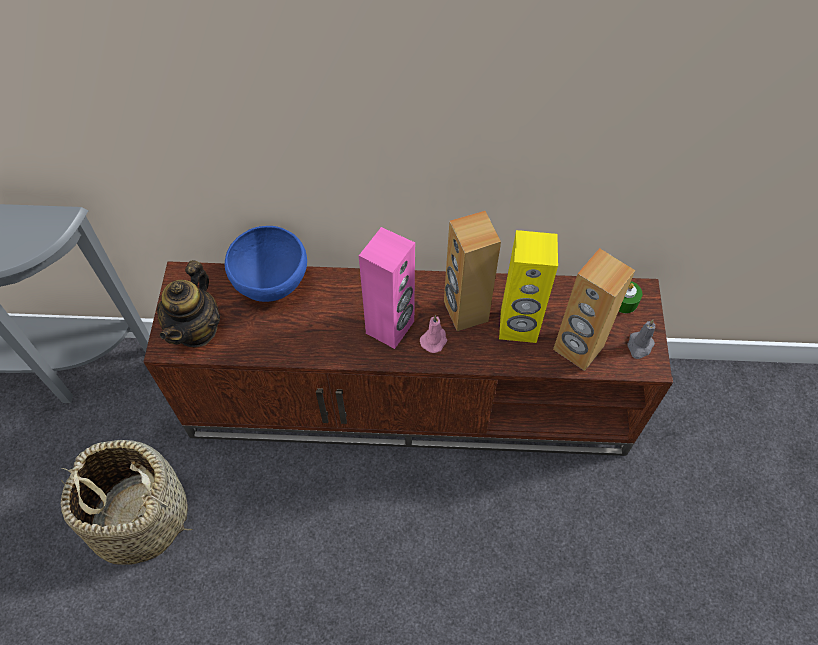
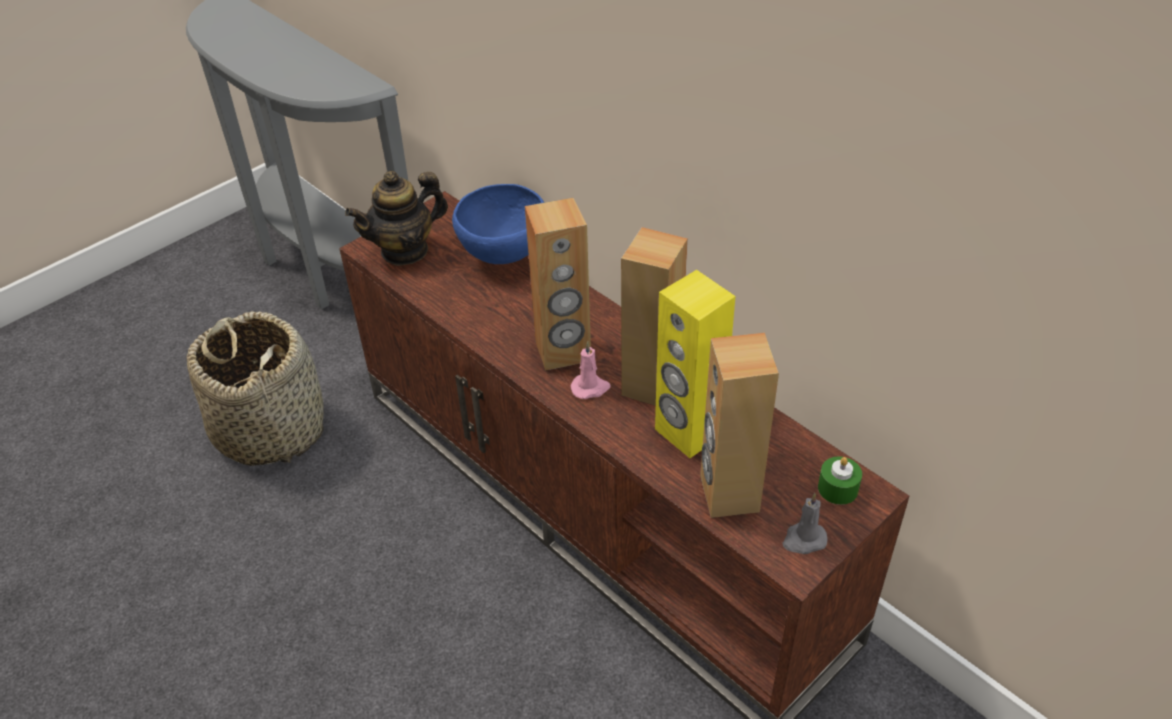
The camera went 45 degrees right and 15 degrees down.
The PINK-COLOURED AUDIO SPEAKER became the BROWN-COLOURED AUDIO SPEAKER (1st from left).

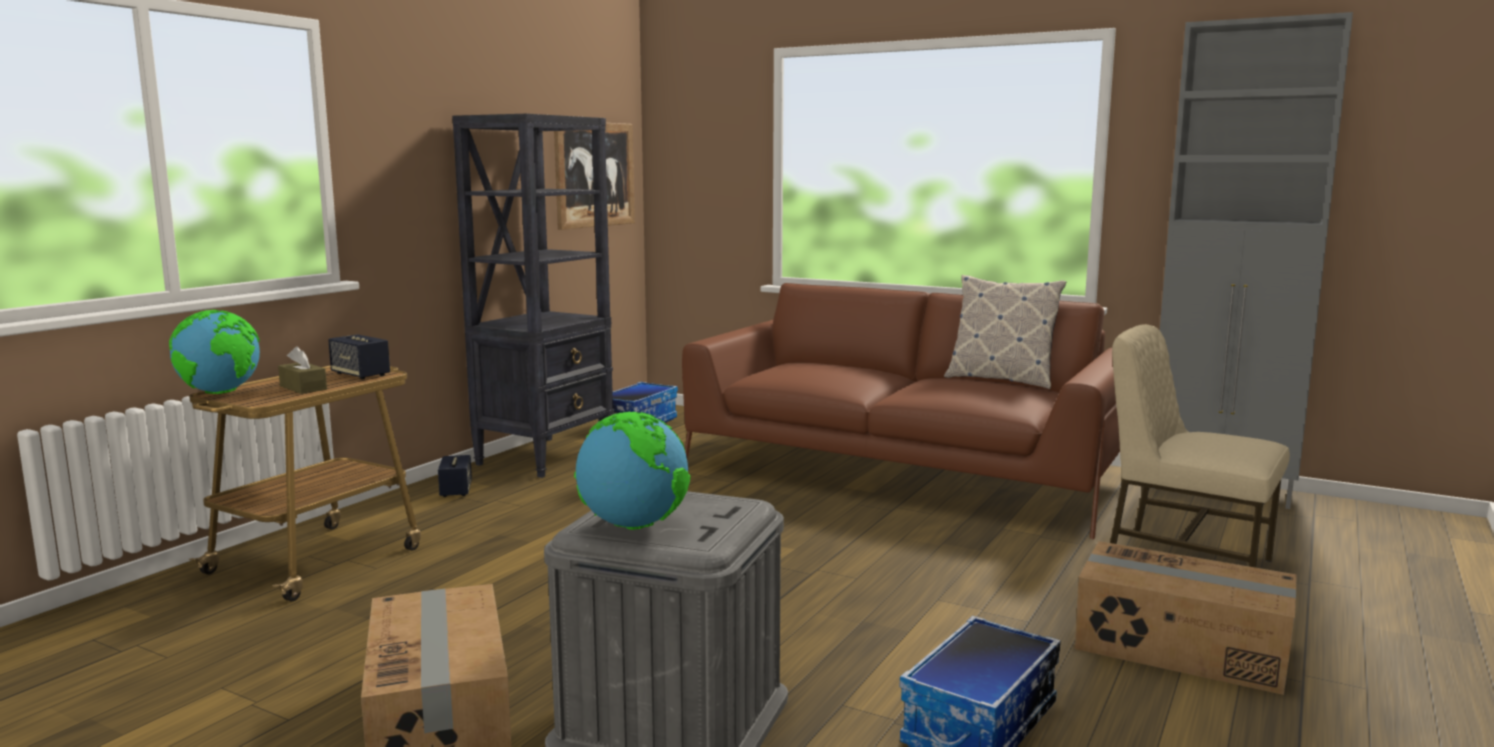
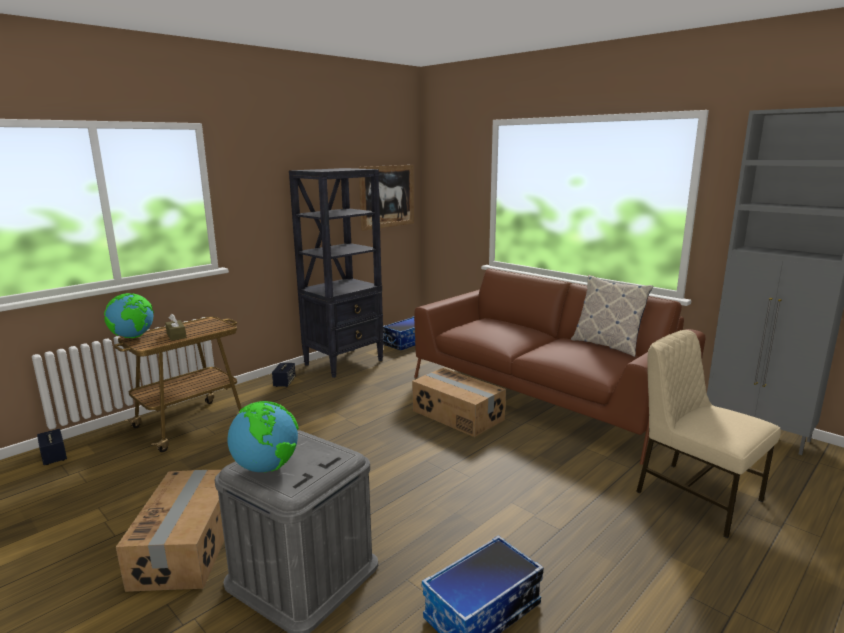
The camera went 15 degrees right and 5 degrees up.
The AUDIO SPEAKER (1st from left) moved.
The CARTON (2nd from left) moved.

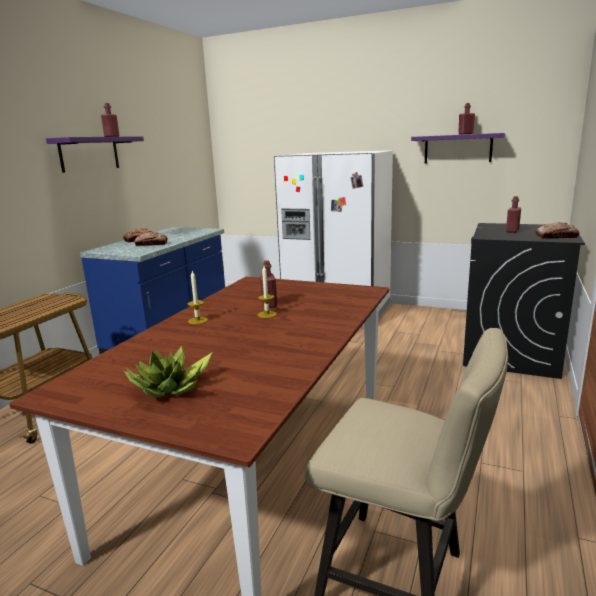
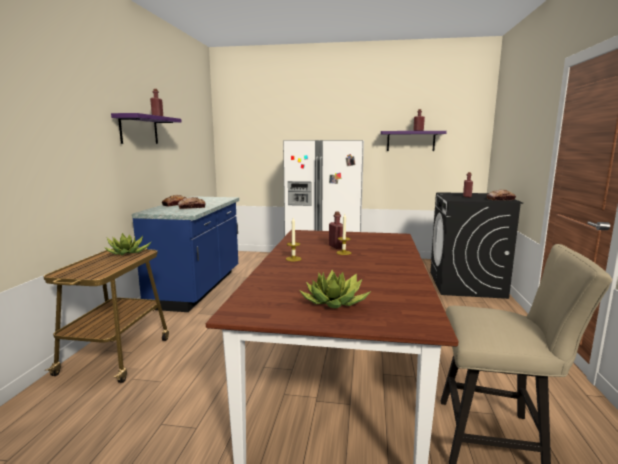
The camera went 15 degrees left and 5 degrees down.
The PLANT IN A POT (1st from left) appeared.

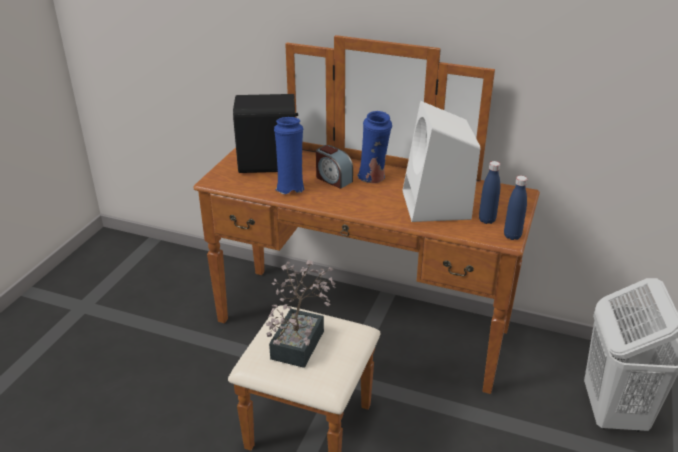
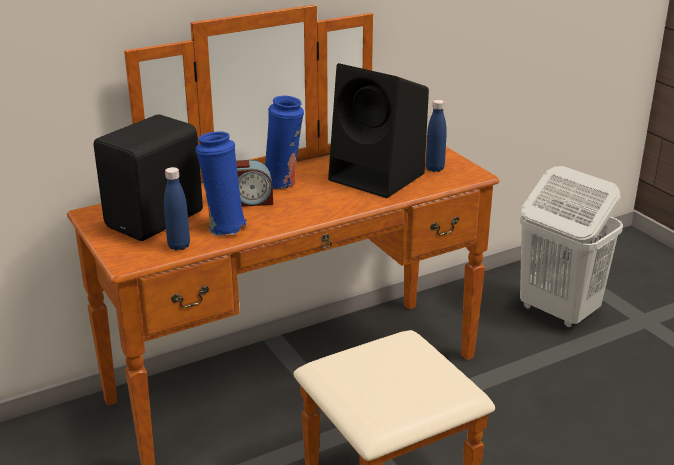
The camera went 50 degrees left and 5 degrees down.
The PLANT IN A POT disappeared.
The WHITISH AUDIO SPEAKER became the BLACKISH AUDIO SPEAKER (2nd from left).
The BLUE-COLOURED BEVERAGE BOTTLE (2nd from left in the first image) moved.

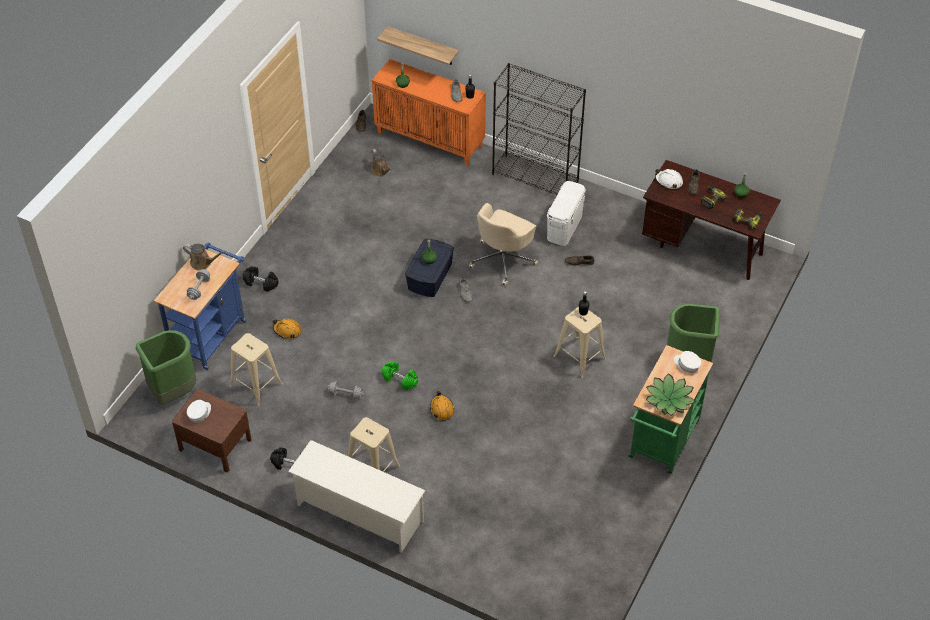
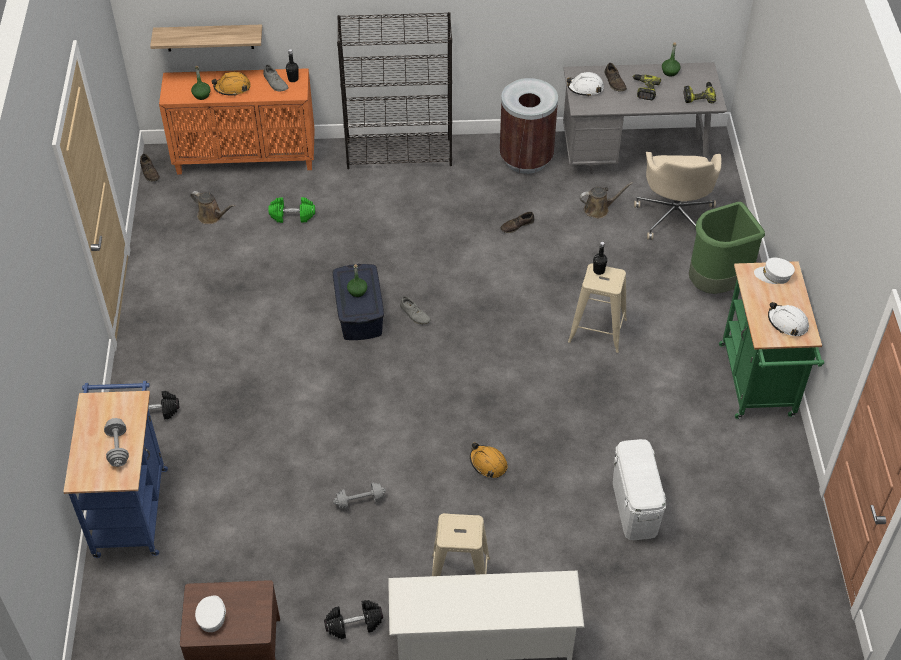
The camera went 30 degrees left and 0 degrees up.
The GREEN RUBBISH BIN (1st from left) disappeared.
The BROWN-COLOURED WATERING POT (1st from left in the first image) moved.
The BEIGE STOOL (1st from left) disappeared.
The ORANGEY SAFETY HELMET (1st from left) moved.
The GREEN DUMBBELL moved.
The BEIGE COMPUTER CHAIR moved.
The WHITISH STORAGE BIN moved.
The BROWN-COLOURED DESK TABLE became the GREY DESK TABLE.
The PLANT IN A POT was replaced by the WHITISH SAFETY HELMET (2nd from left).
The BROWN-COLOURED RUBBISH BIN appeared.

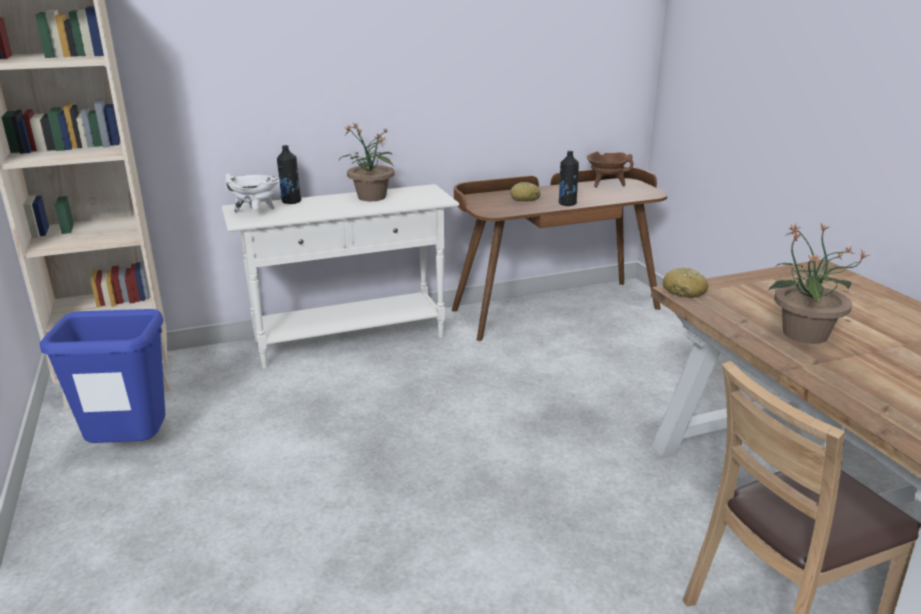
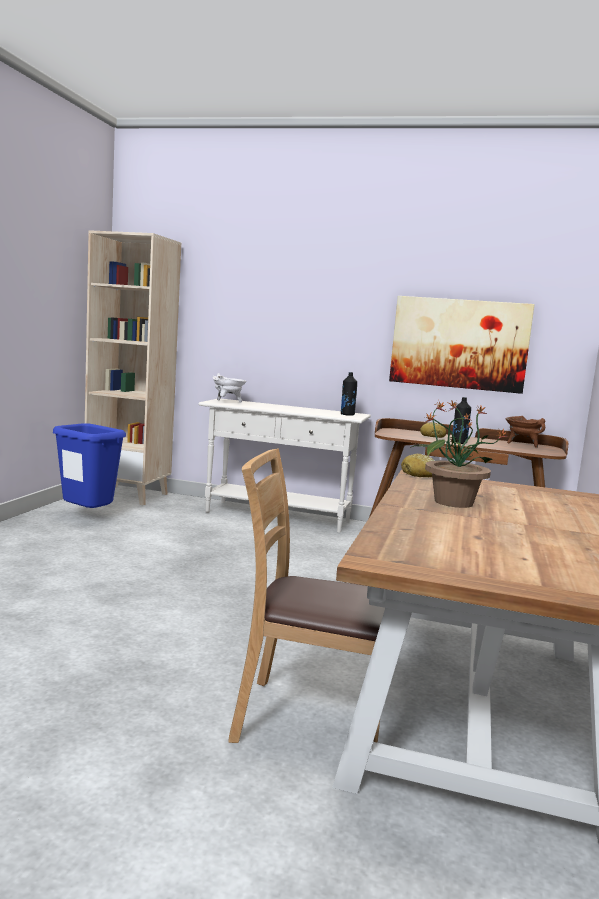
The camera went 35 degrees right and 15 degrees down.
The BLACKISH BEVERAGE BOTTLE (1st from left) moved.
The PLANT IN A POT (1st from left) disappeared.
The WALL PICTURE appeared.

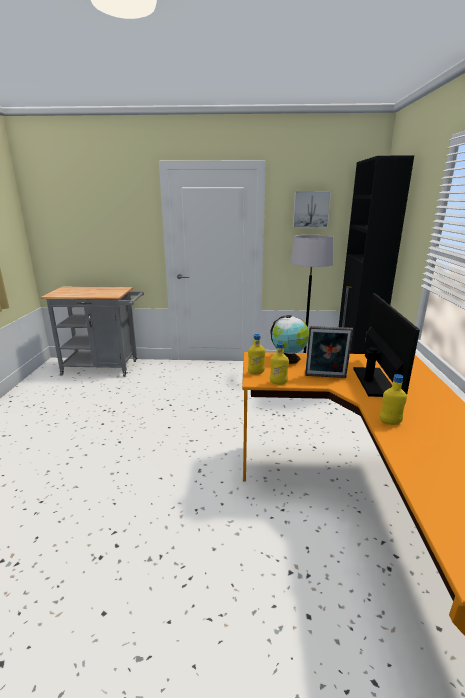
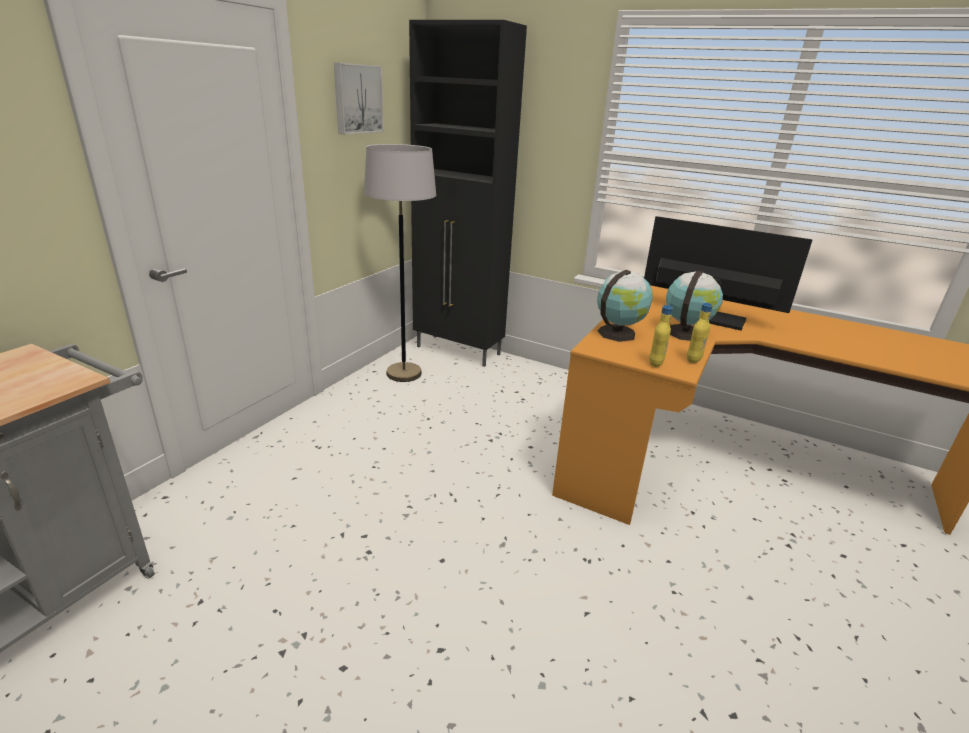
The camera went 65 degrees left and 5 degrees up.
The PHOTO FRAME was replaced by the DESK GLOBE (2nd from left).
The YELLOW BEVERAGE BOTTLE (3rd from left) disappeared.

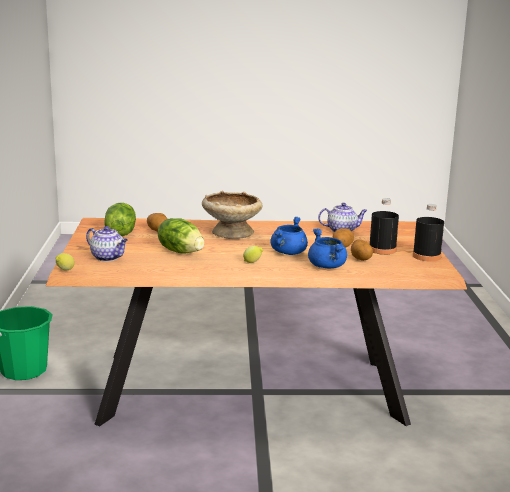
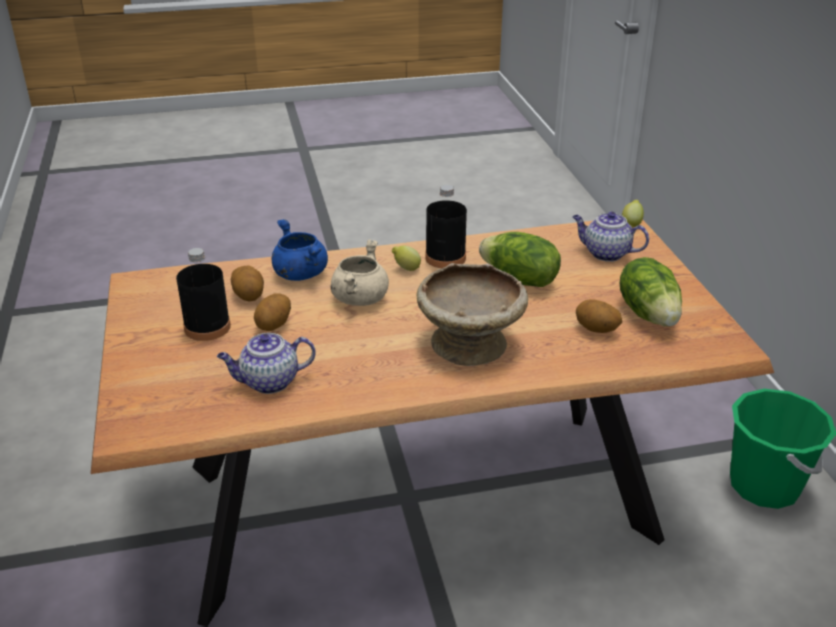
The camera went 170 degrees right and 15 degrees up.
The BLUE-COLOURED COOKING POT (1st from left) became the BEIGE COOKING POT.
The BLACKISH BEVERAGE BOTTLE (2nd from left) moved.

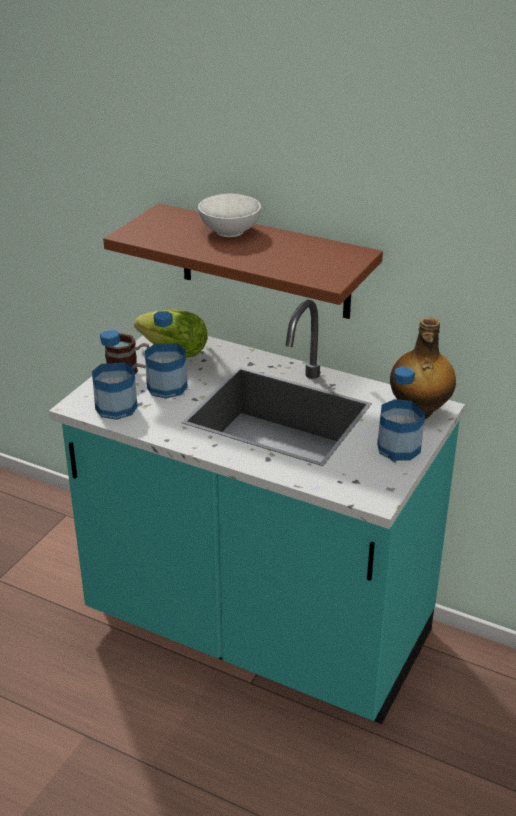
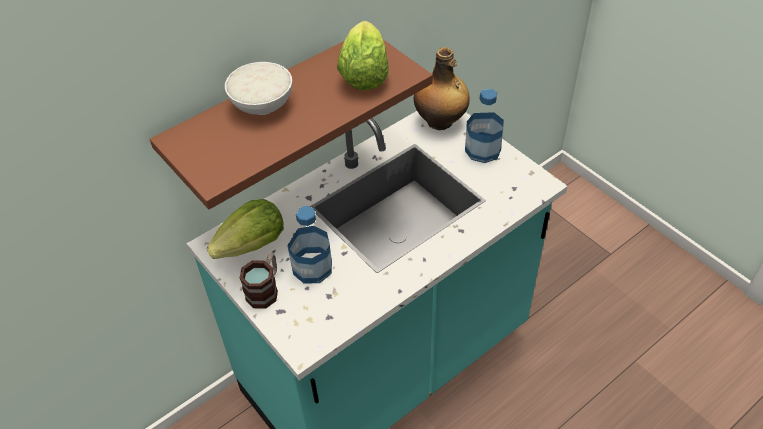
The camera went 65 degrees left and 15 degrees up.
The BEVERAGE BOTTLE (1st from left) disappeared.
The LETTUCE HEAD (2nd from left) appeared.

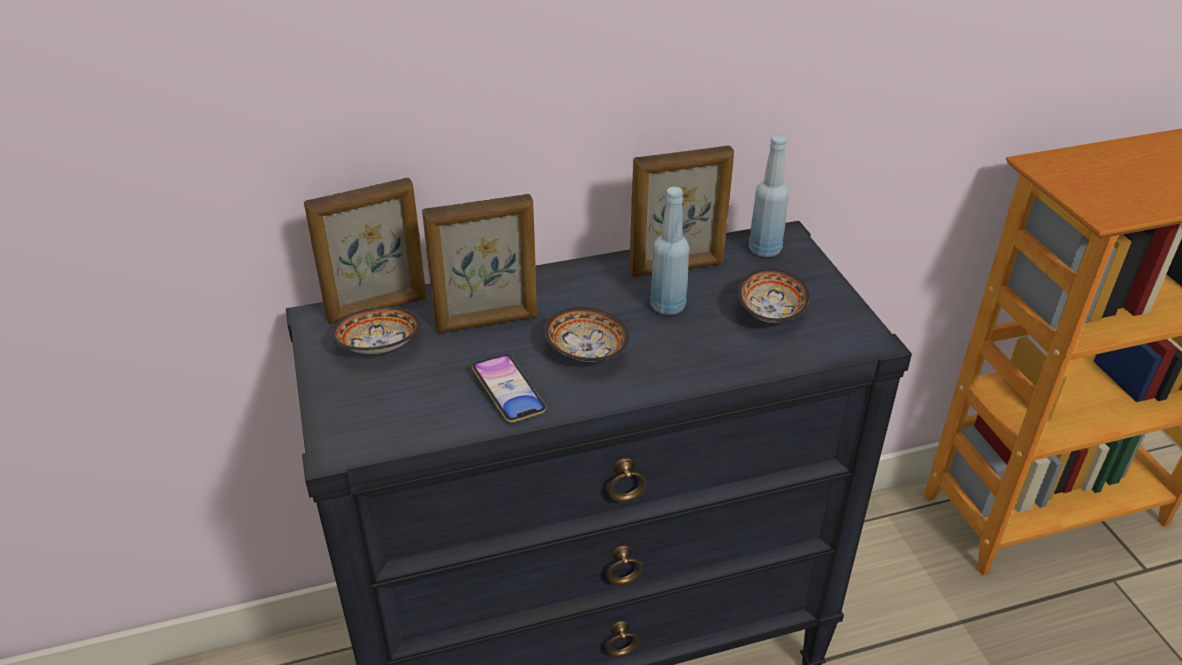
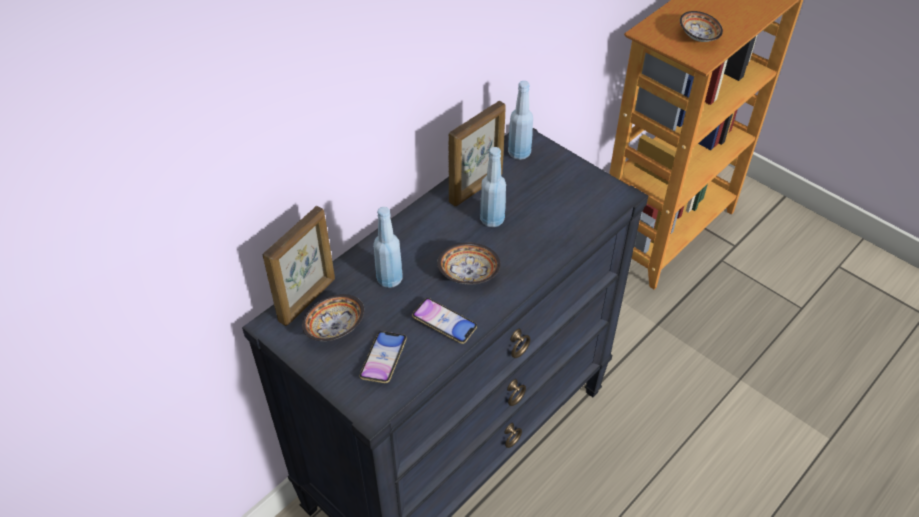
The camera went 30 degrees left and 10 degrees up.
The PHOTO FRAME (2nd from left) was replaced by the BLUE-COLOURED BEVERAGE BOTTLE (1st from left).
The SERVING BOWL (3rd from left) moved.
The TELEPHONE (1st from left) appeared.

